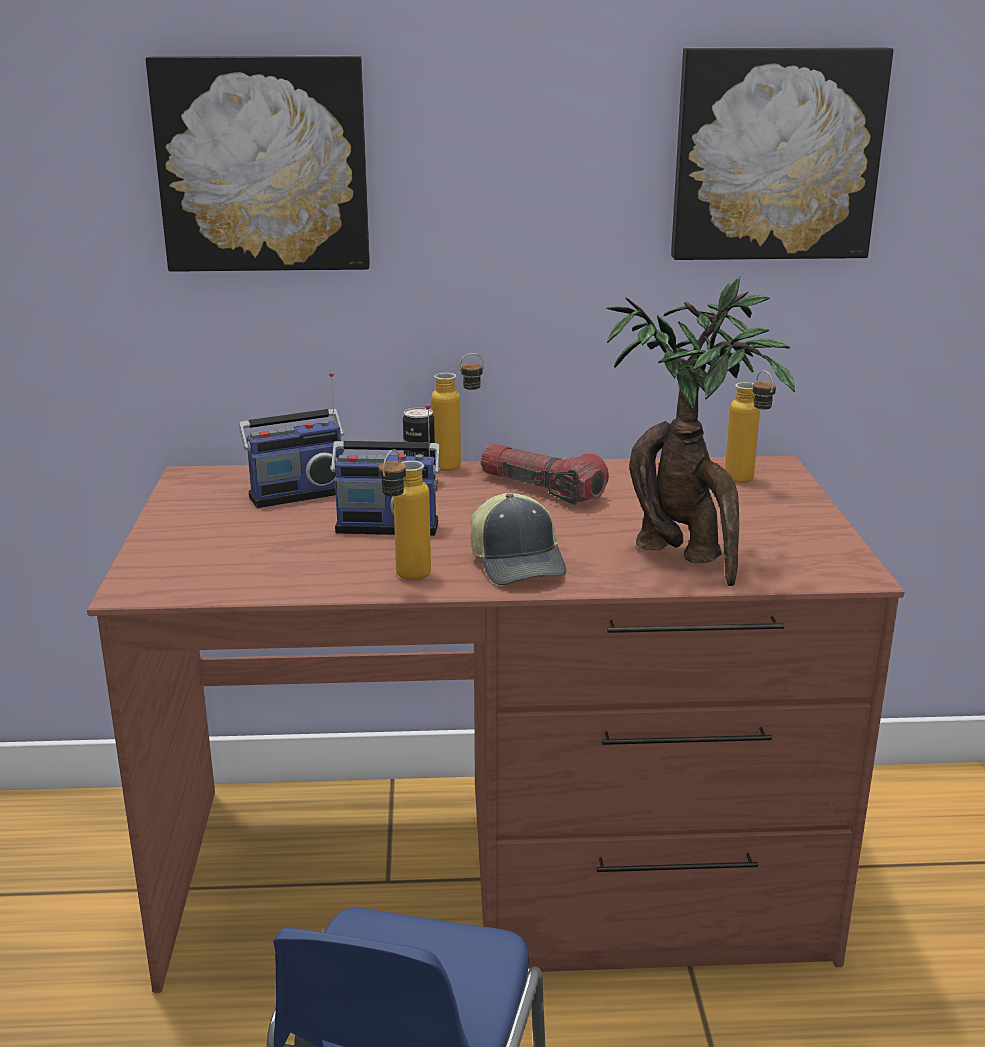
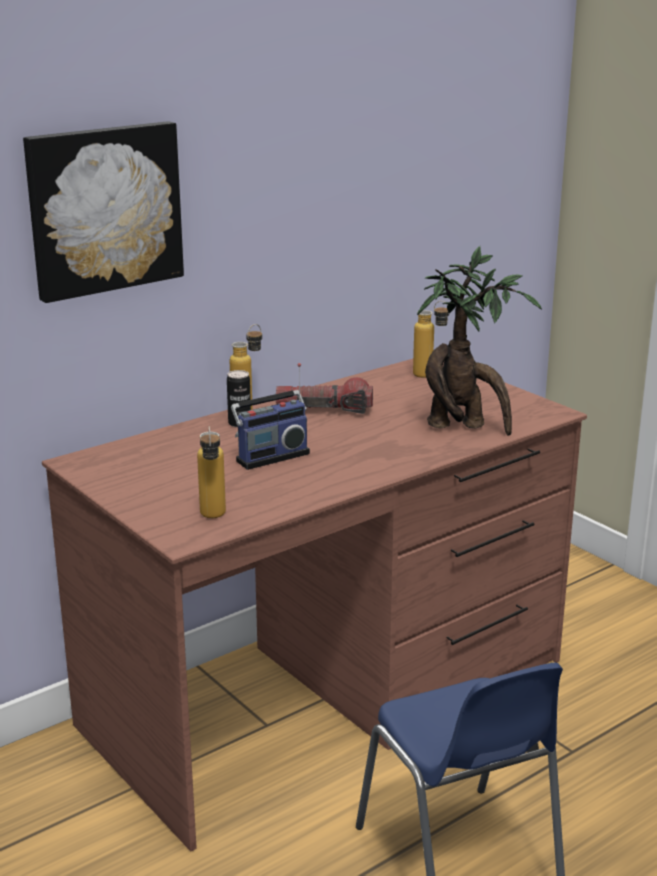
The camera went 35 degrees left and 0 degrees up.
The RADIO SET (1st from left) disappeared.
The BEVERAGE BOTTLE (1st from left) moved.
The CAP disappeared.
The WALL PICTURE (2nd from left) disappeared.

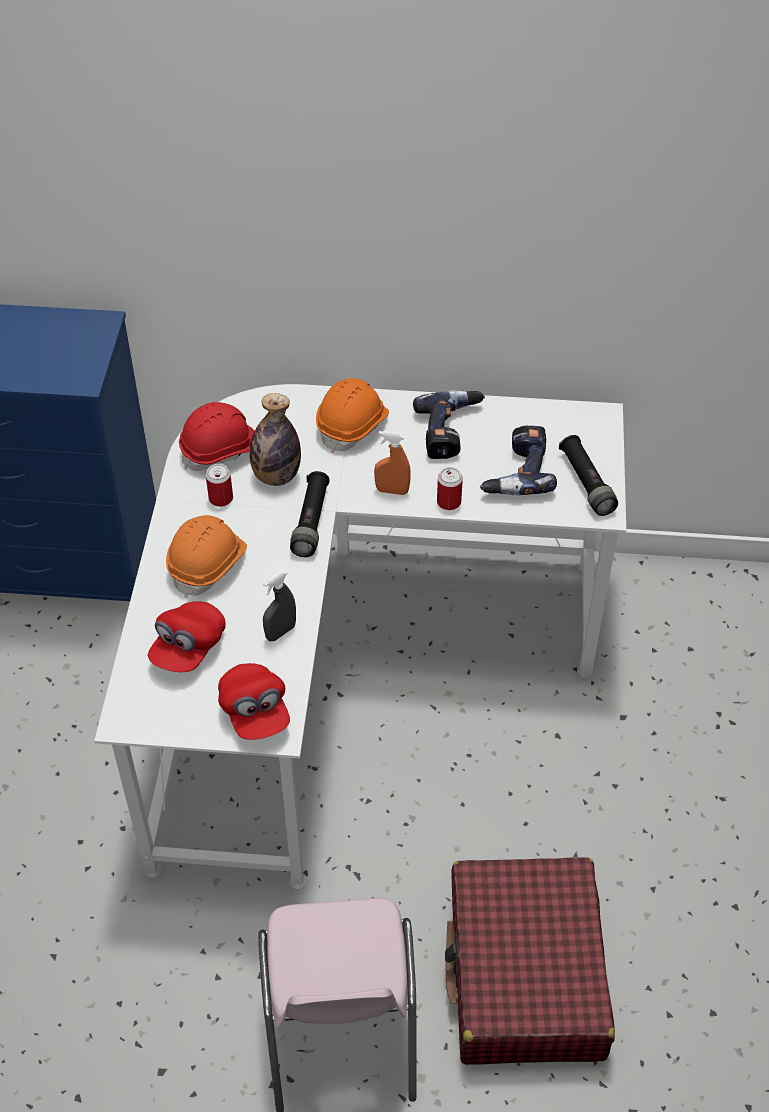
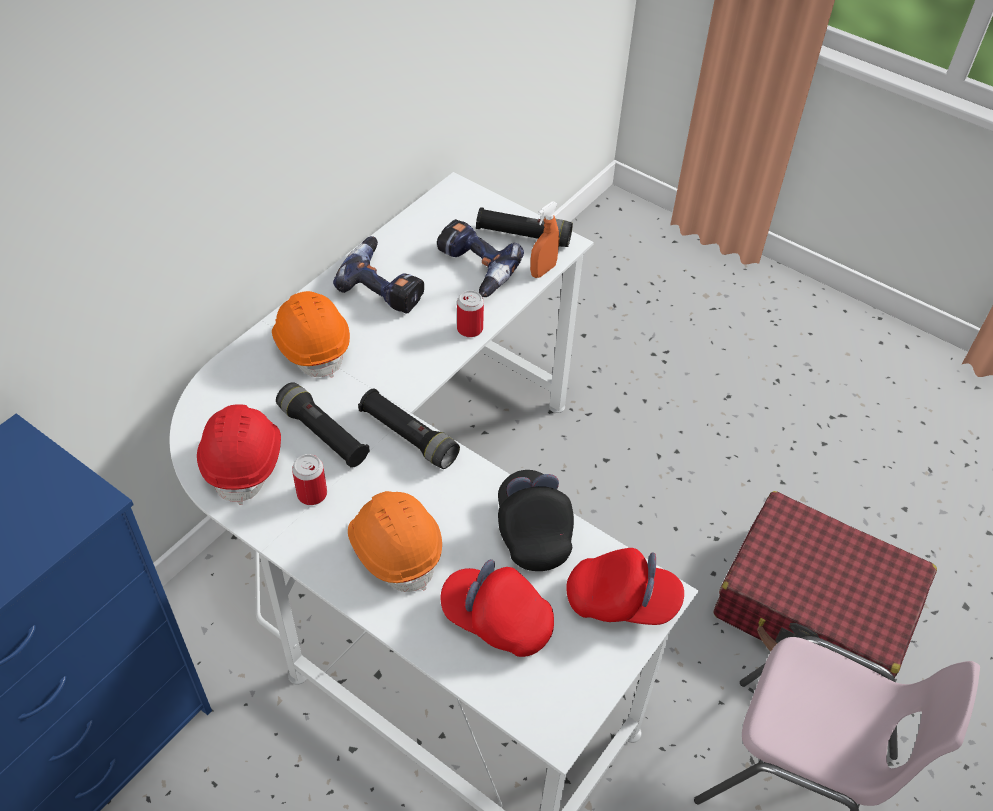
The camera went 60 degrees left and 0 degrees up.
The REDDISH CAP (1st from left) turned 150 degrees clockwise.
The BEVERAGE BOTTLE was replaced by the BLACKISH HAND TORCH (1st from left).
The GREY SPRAYER was replaced by the BLACKISH CAP.
The ORANGEY SPRAYER moved.

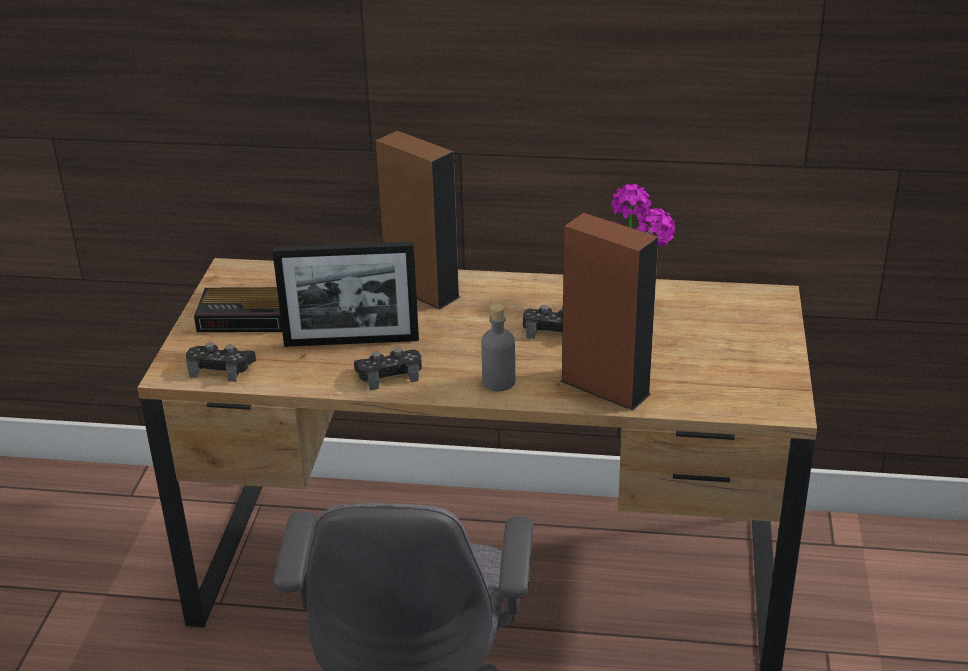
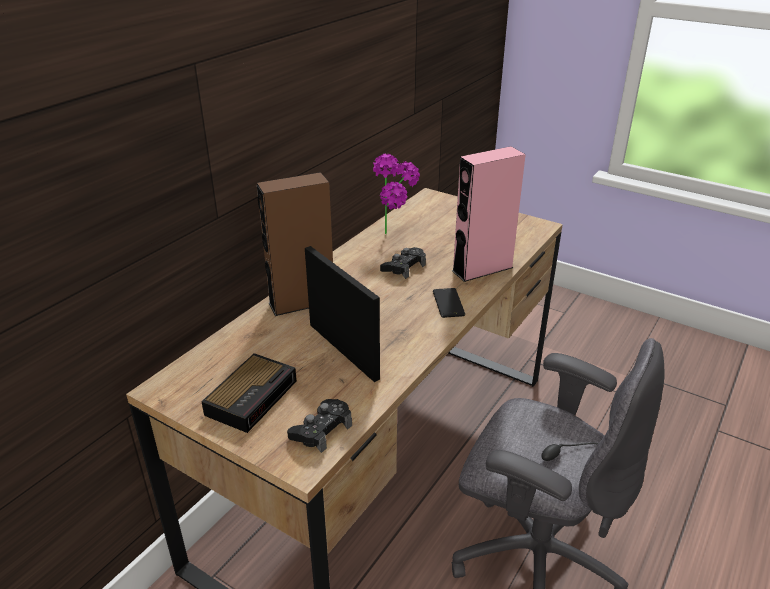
The camera went 65 degrees left and 0 degrees up.
The PHOTO FRAME turned 60 degrees counterclockwise.
The BLACKISH GAMEPAD (2nd from left) disappeared.
The GREY BEVERAGE BOTTLE was replaced by the TELEPHONE.
The BROWN-COLOURED AUDIO SPEAKER (2nd from left) became the PINK-COLOURED AUDIO SPEAKER.

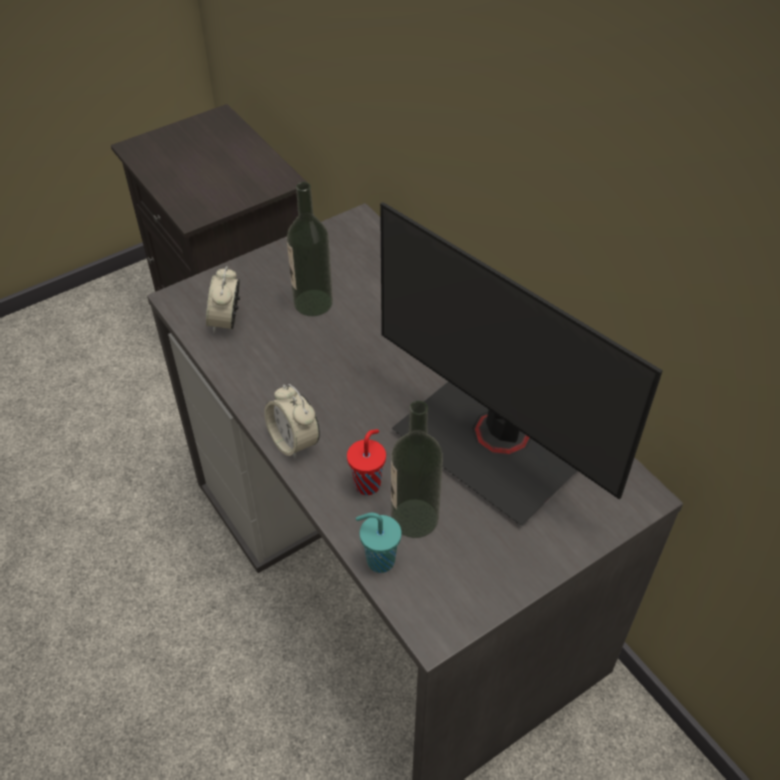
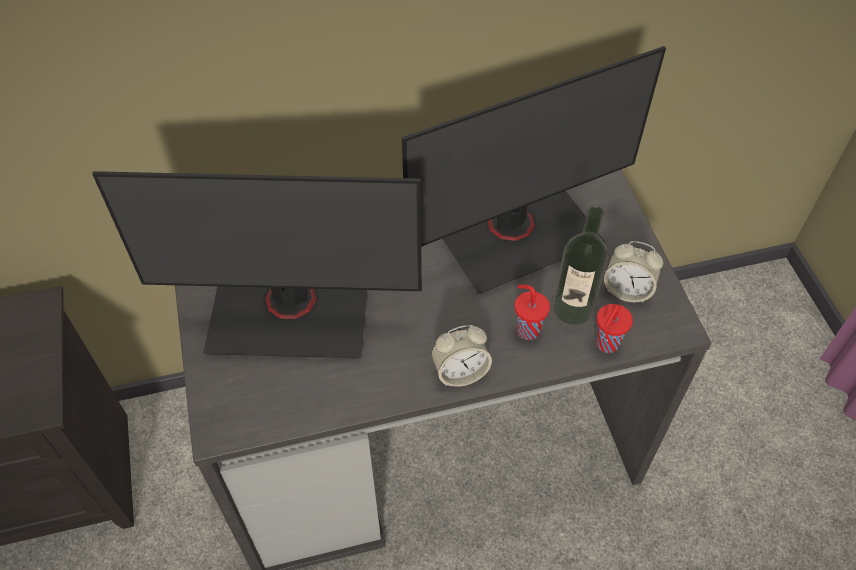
The camera went 70 degrees left and 5 degrees up.
The TABLE CLOCK (1st from left in the first image) moved.
The BEVERAGE BOTTLE (1st from left) was replaced by the MONITOR (1st from left).
The TURQUOISE-COLOURED SMALL CUP became the REDDISH SMALL CUP (2nd from left).

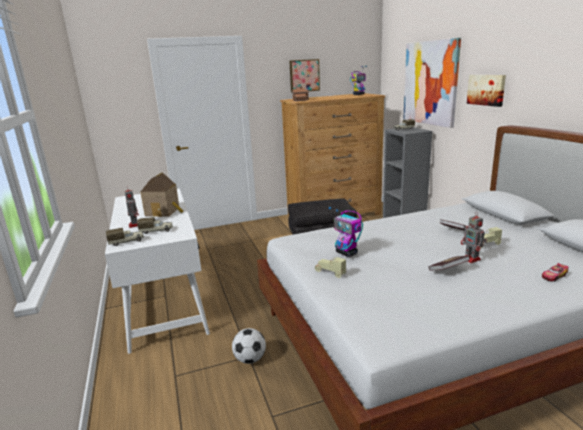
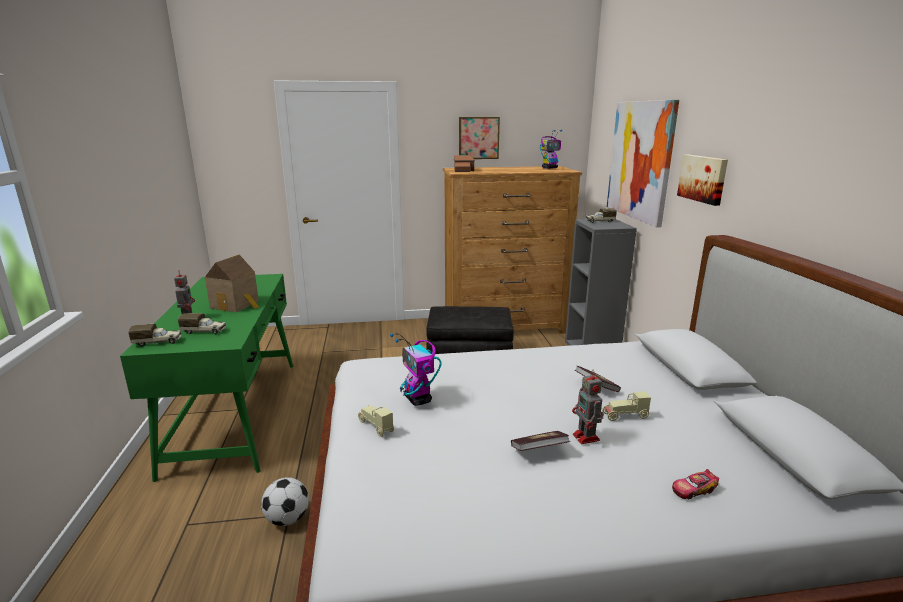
The camera went 10 degrees right and 0 degrees up.
The WHITISH DESK TABLE became the GREEN DESK TABLE.

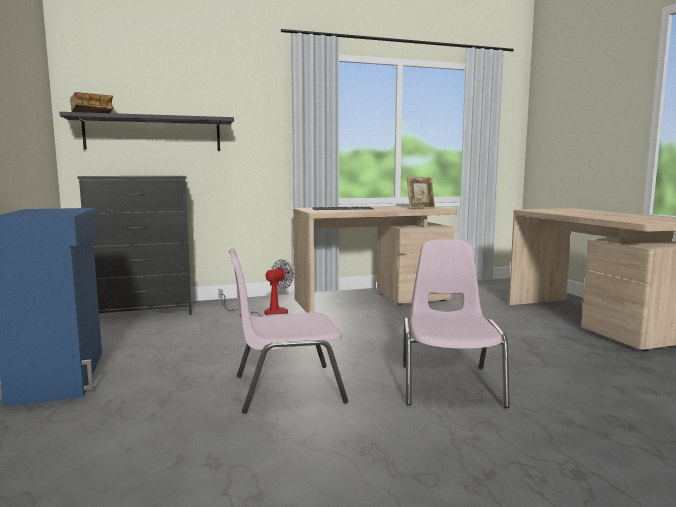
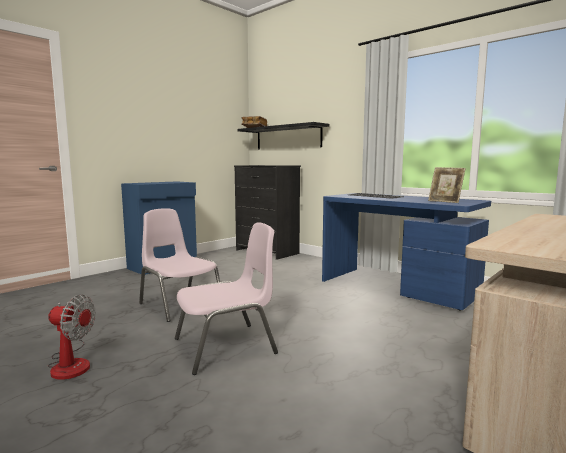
The camera went 60 degrees right and 0 degrees up.
The FAN moved.
The BEIGE DESK TABLE (1st from left) became the BLUE-COLOURED DESK TABLE.

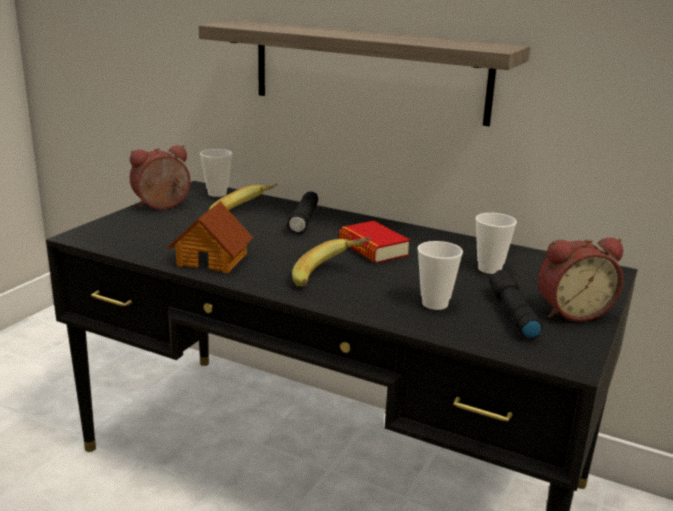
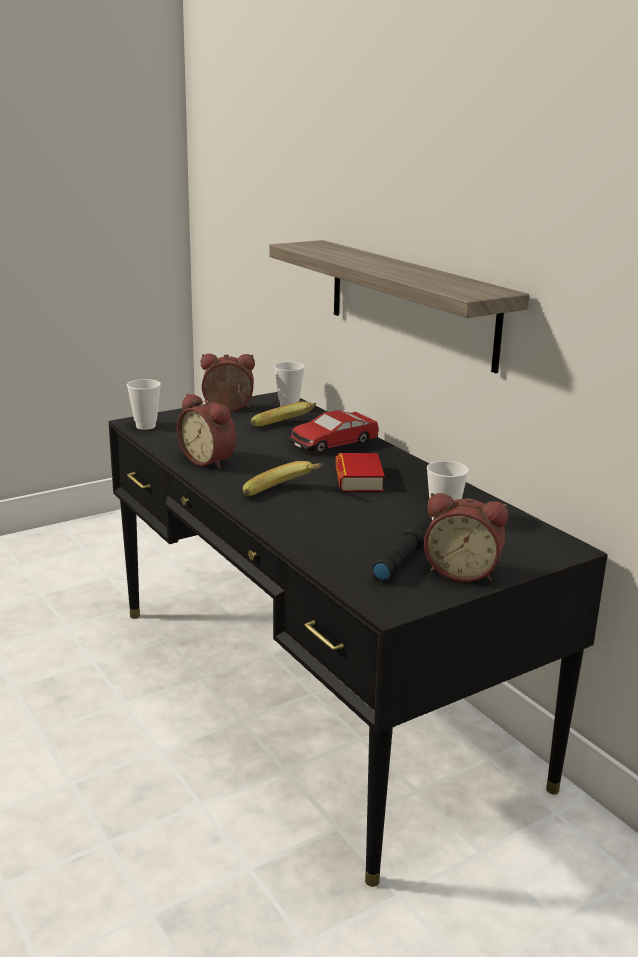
The camera went 30 degrees right and 0 degrees up.
The MINIATURE HOUSE was replaced by the TABLE CLOCK (1st from left).
The BLACKISH HAND TORCH (1st from left) was replaced by the MODEL CAR.
The SMALL CUP (2nd from left in the first image) moved.

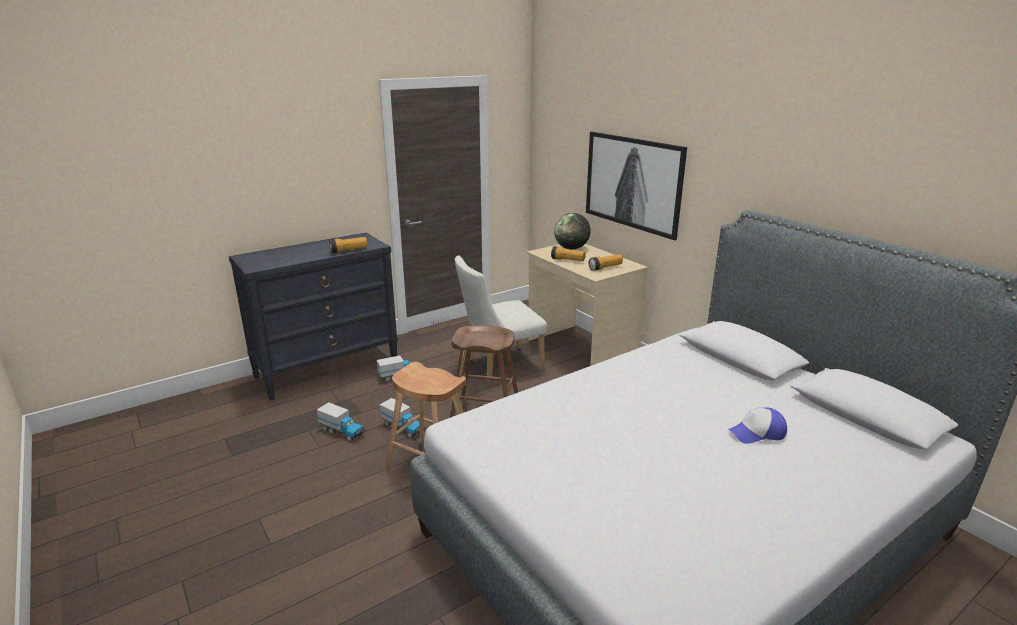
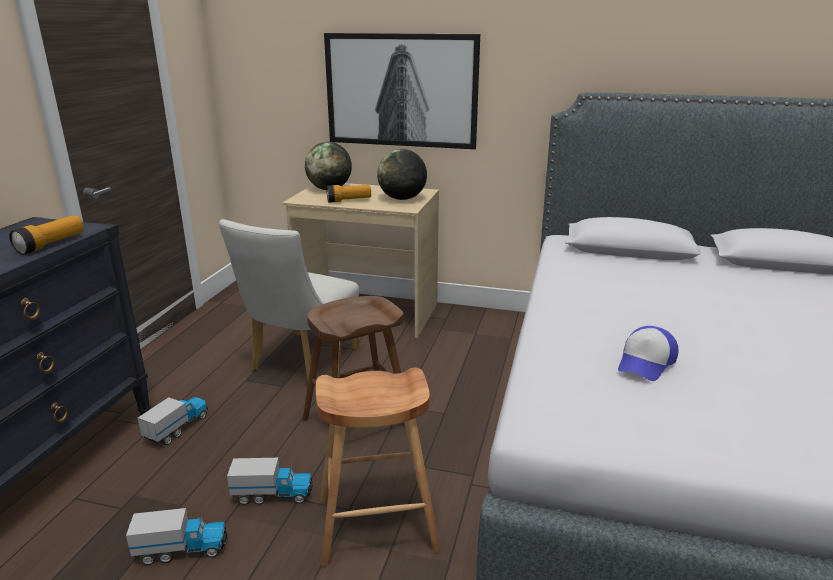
The camera went 40 degrees left and 0 degrees up.
The HAND TORCH (3rd from left) was replaced by the DESK GLOBE (2nd from left).
The CAP moved.

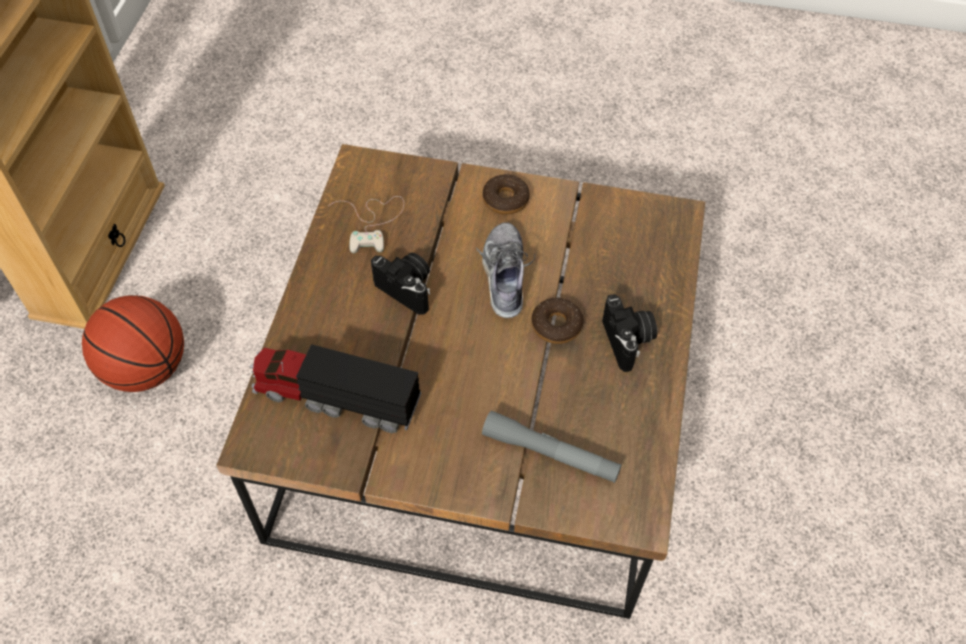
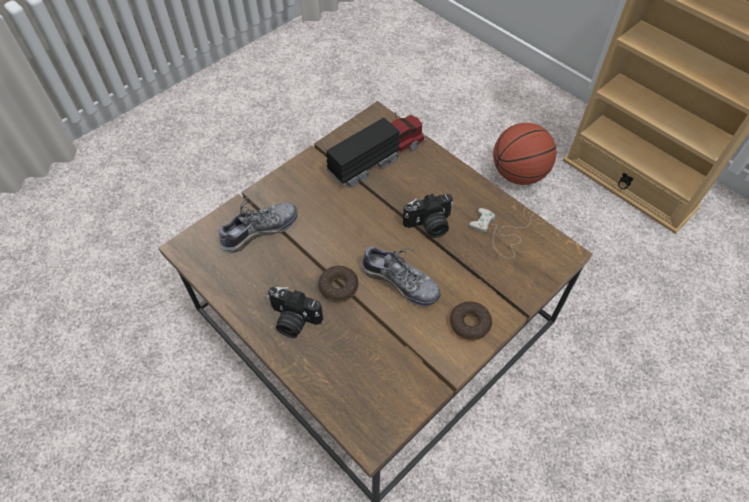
The camera went 125 degrees right and 0 degrees up.
The GREY HAND TORCH was replaced by the LOW SHOE (1st from left).

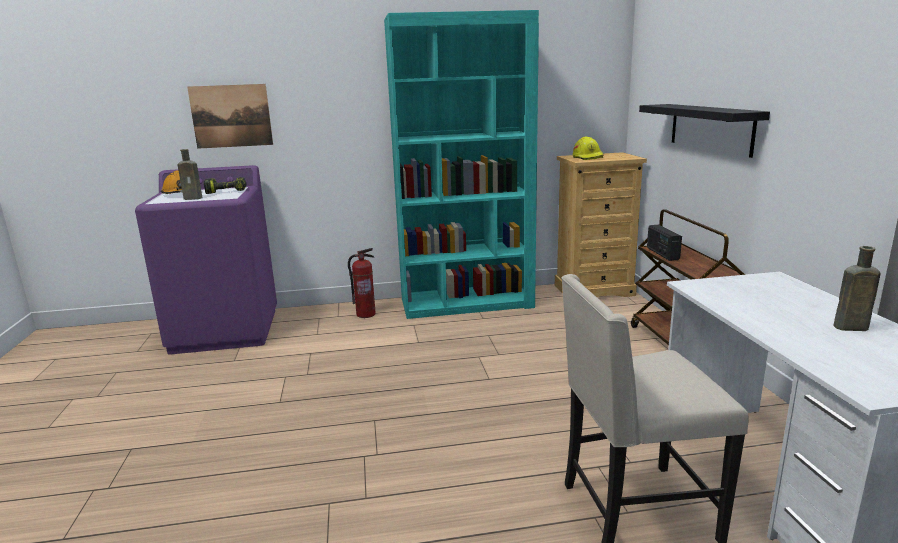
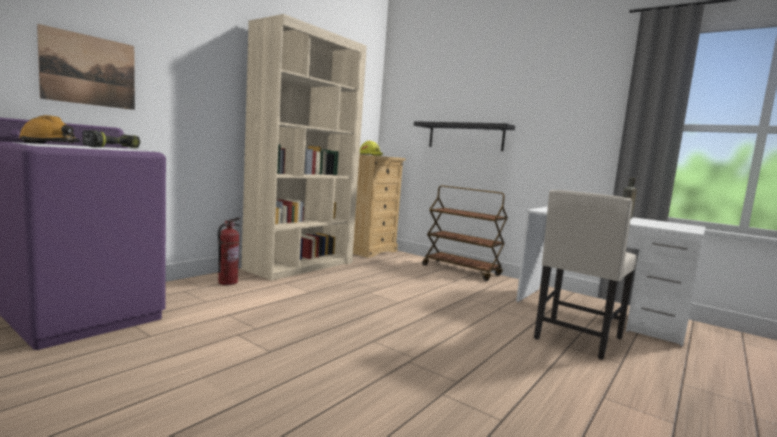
The camera went 45 degrees left and 10 degrees down.
The BROWN-COLOURED BEVERAGE BOTTLE (1st from left) disappeared.
The TURQUOISE-COLOURED BOOKCASE became the BEIGE BOOKCASE.
The RADIO SET disappeared.

